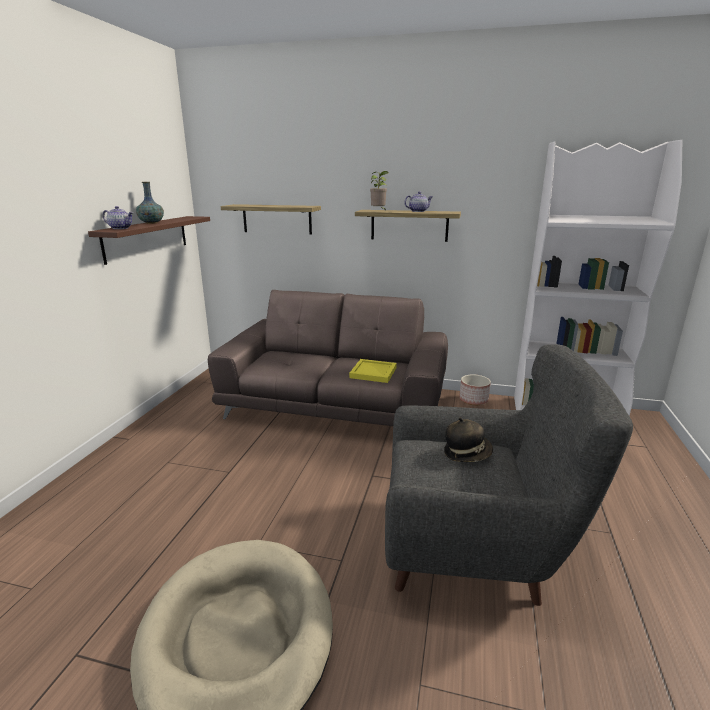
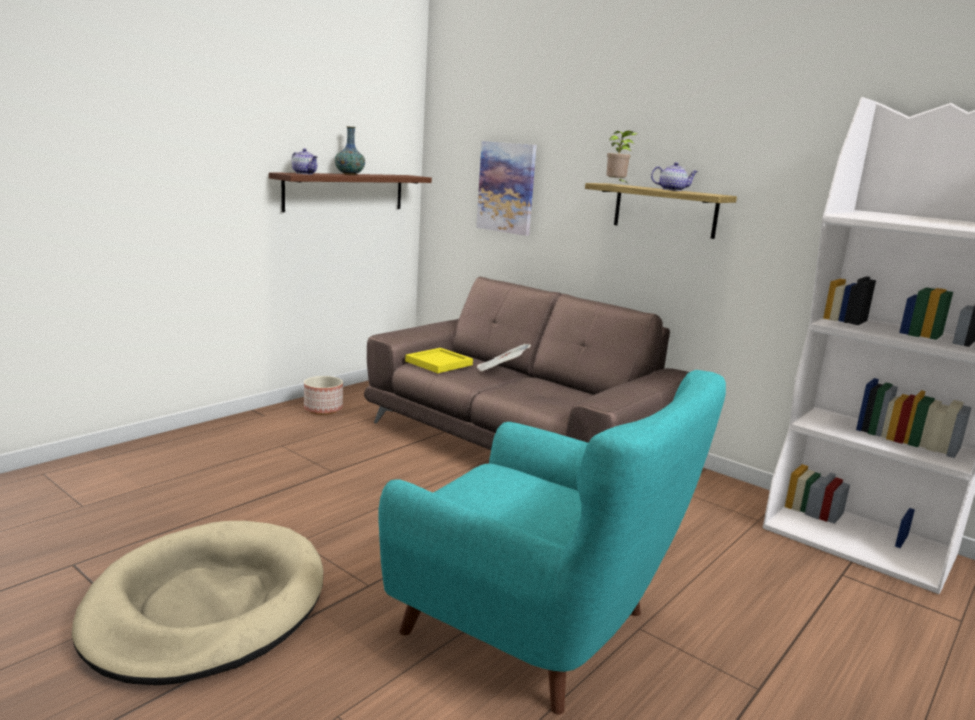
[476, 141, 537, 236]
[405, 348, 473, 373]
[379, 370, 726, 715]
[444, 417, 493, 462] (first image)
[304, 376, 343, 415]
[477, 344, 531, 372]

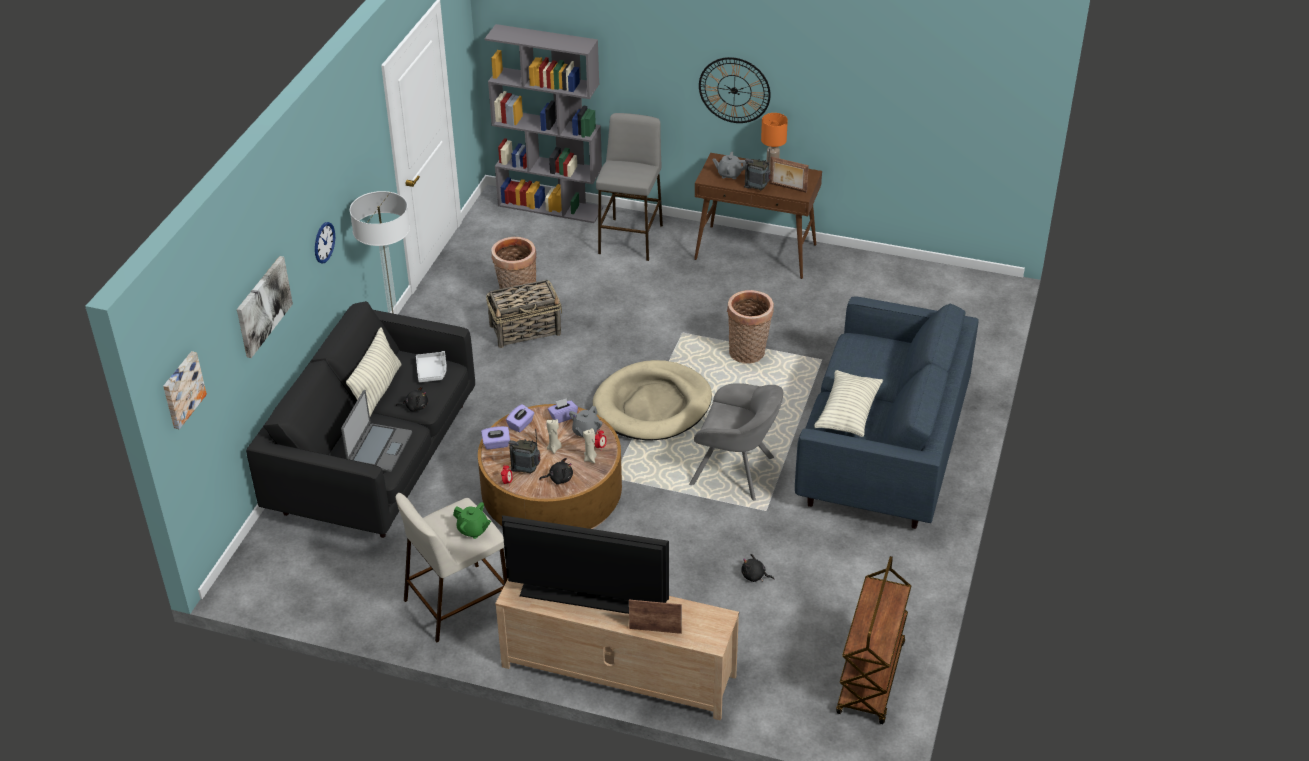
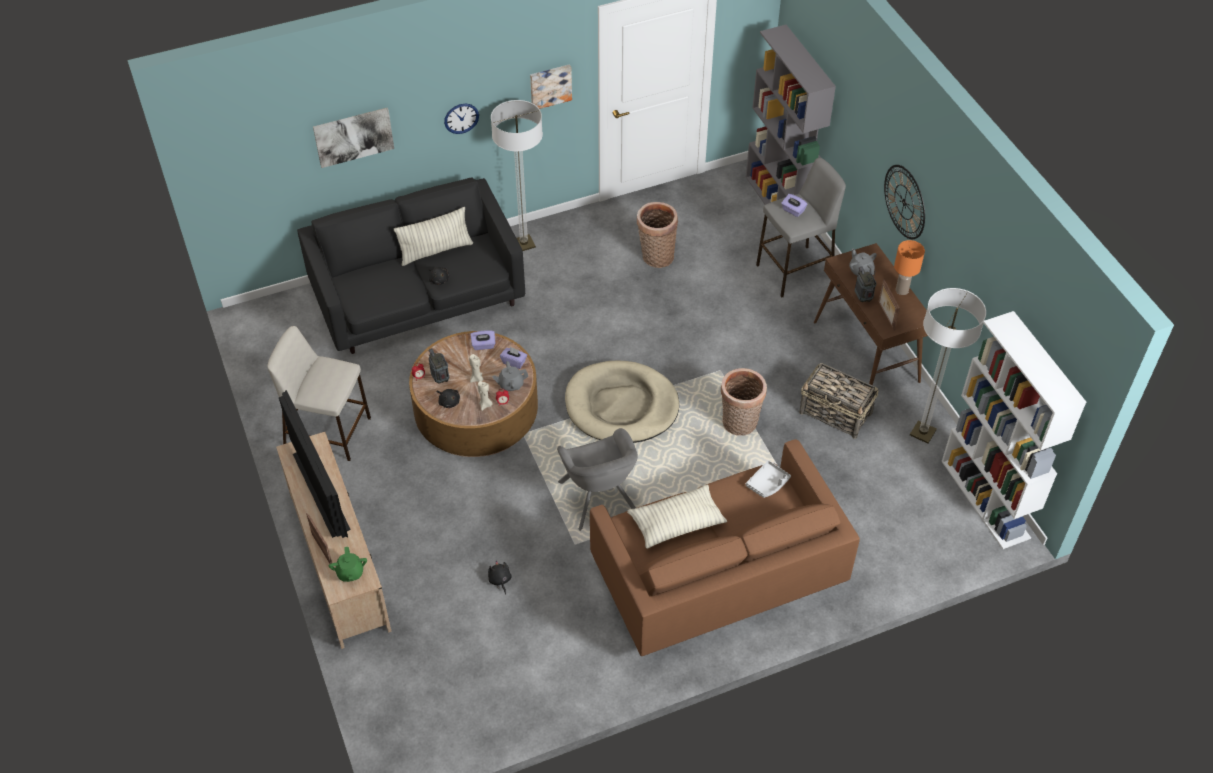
[530, 64, 572, 109]
[341, 390, 412, 472] (first image)
[745, 460, 791, 498]
[329, 547, 367, 582]
[781, 194, 807, 217]
[799, 363, 879, 439]
[590, 439, 860, 656]
[836, 556, 911, 724] (first image)
[910, 288, 986, 443]
[942, 311, 1086, 549]

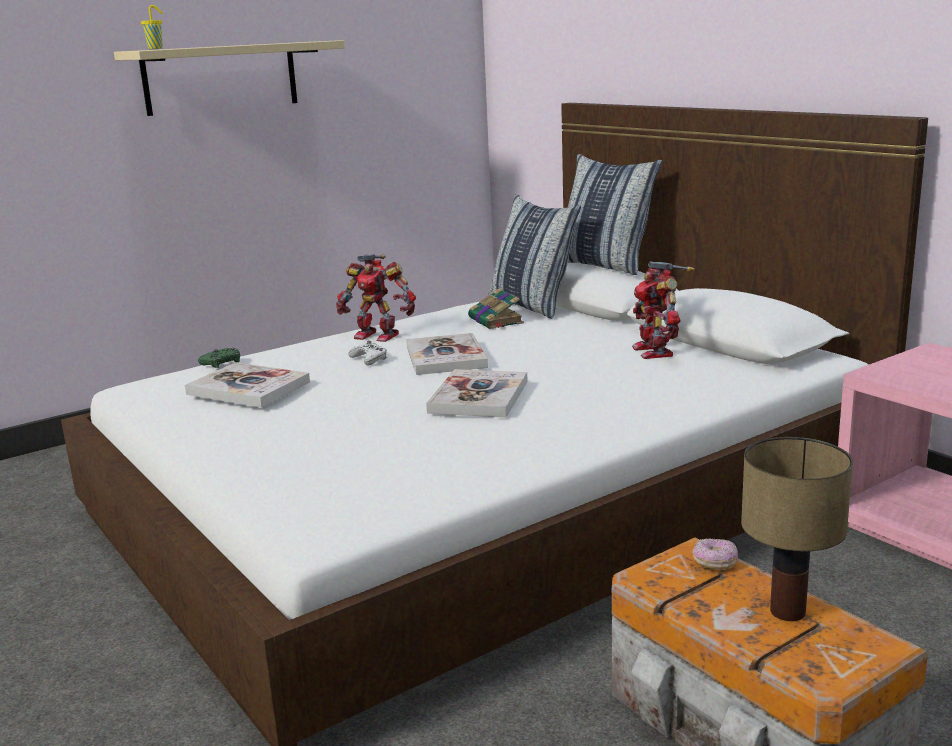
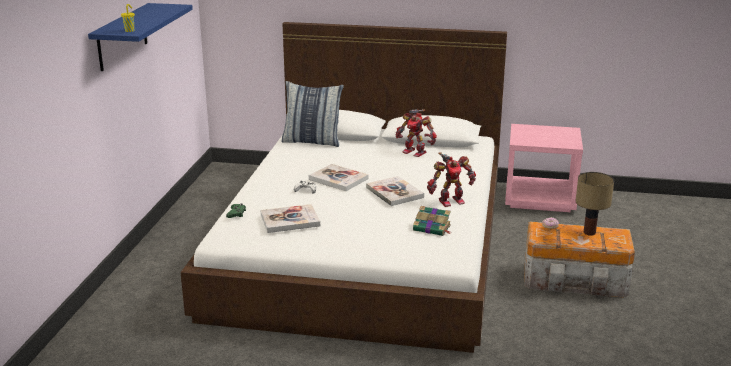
[88, 3, 193, 71]
[427, 153, 476, 207]
[413, 206, 451, 236]
[568, 154, 663, 275] (first image)

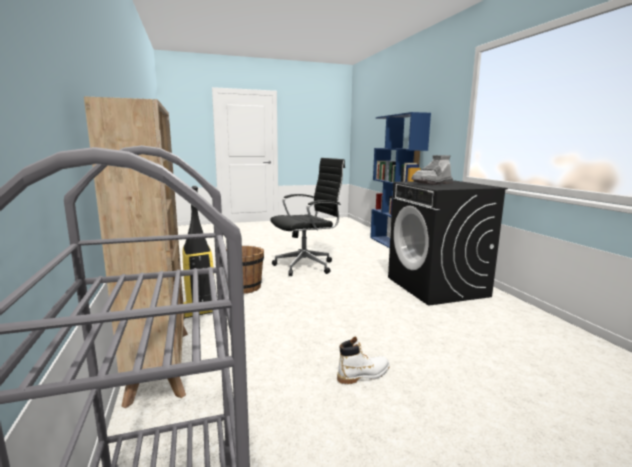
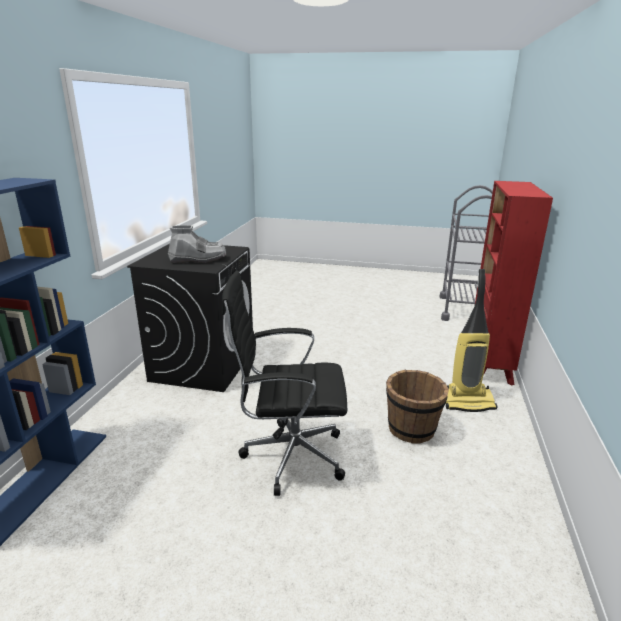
[475, 181, 553, 385]
[337, 337, 389, 384] (first image)

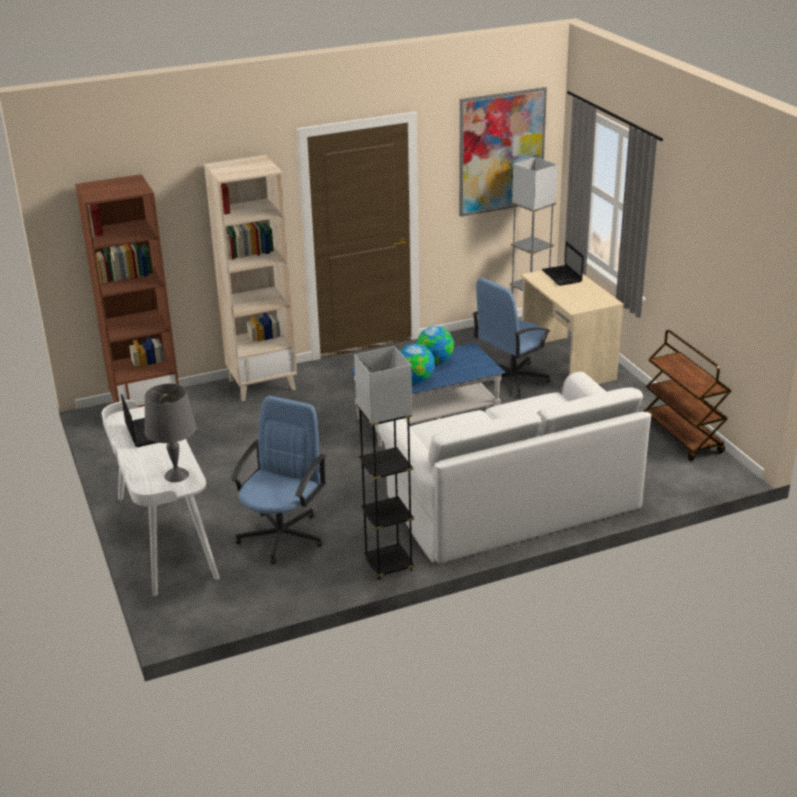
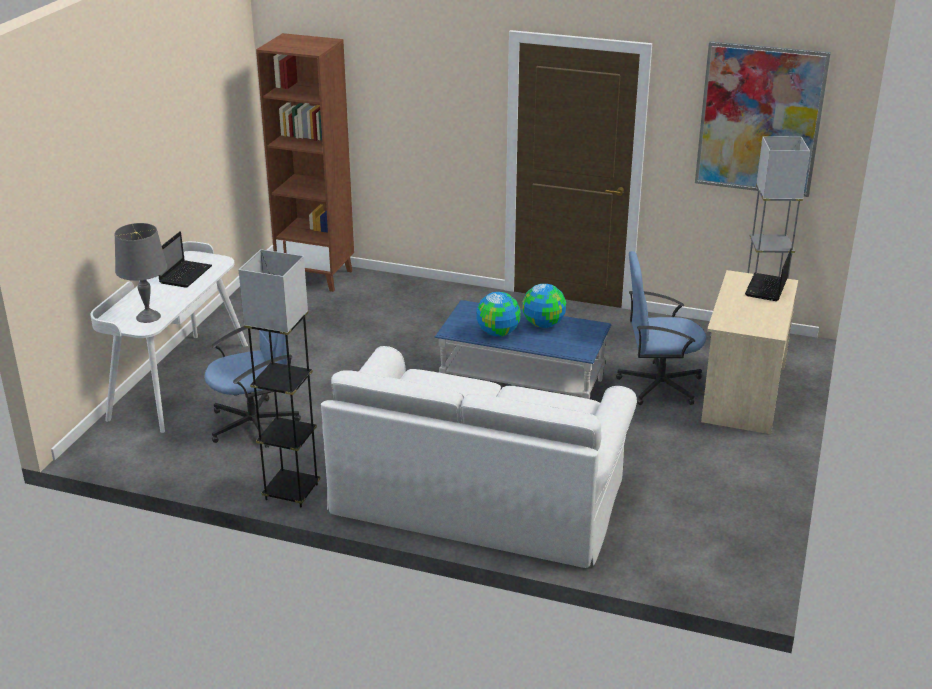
[204, 155, 297, 401] (first image)
[643, 330, 731, 461] (first image)

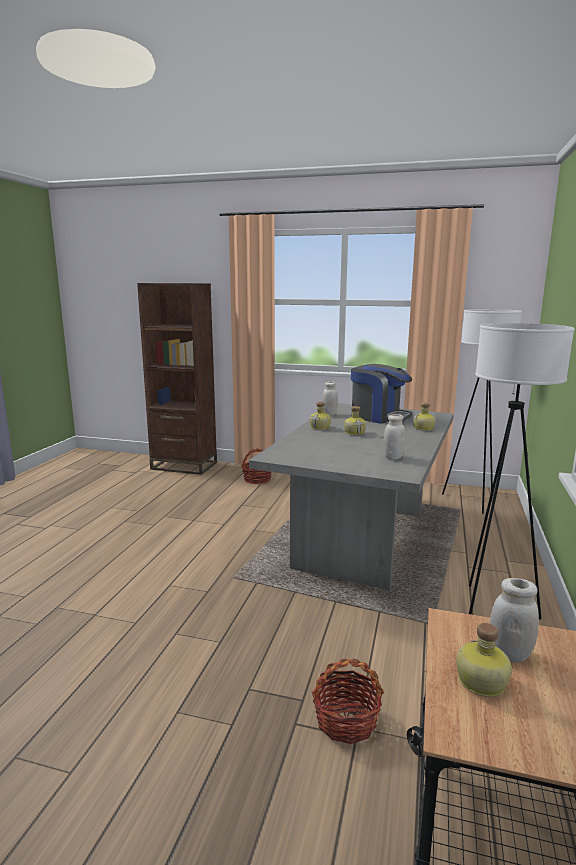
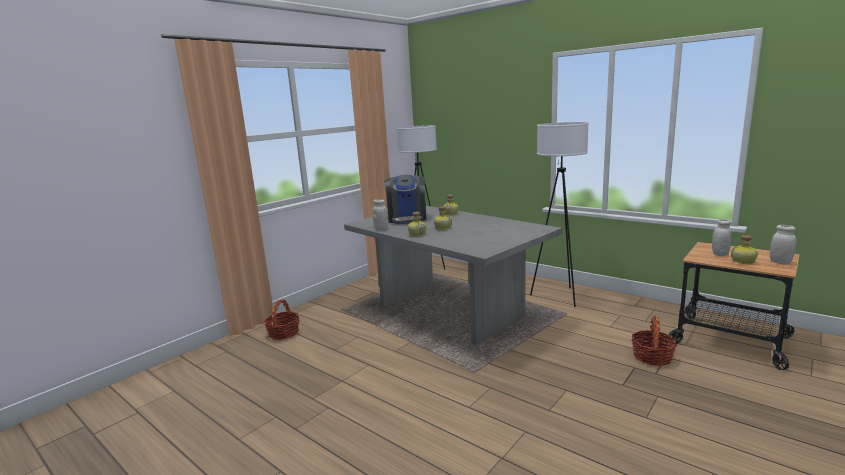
[137, 283, 217, 475] (first image)
[384, 175, 426, 224]
[770, 225, 797, 264]

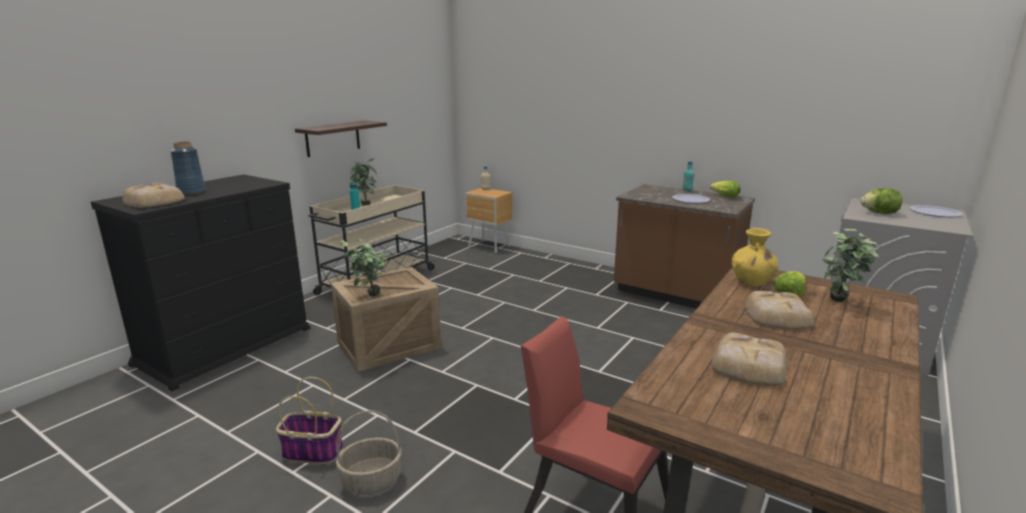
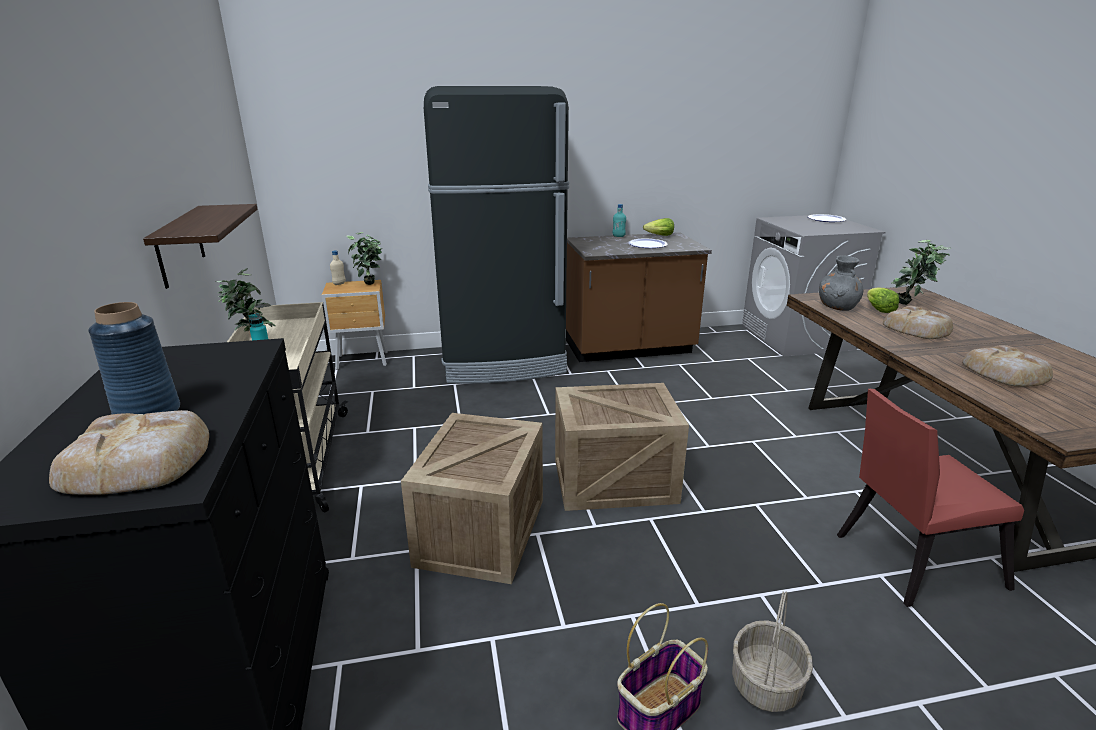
[346, 232, 383, 285]
[819, 255, 863, 311]
[860, 188, 902, 214] (first image)
[424, 86, 569, 384]
[555, 383, 689, 511]

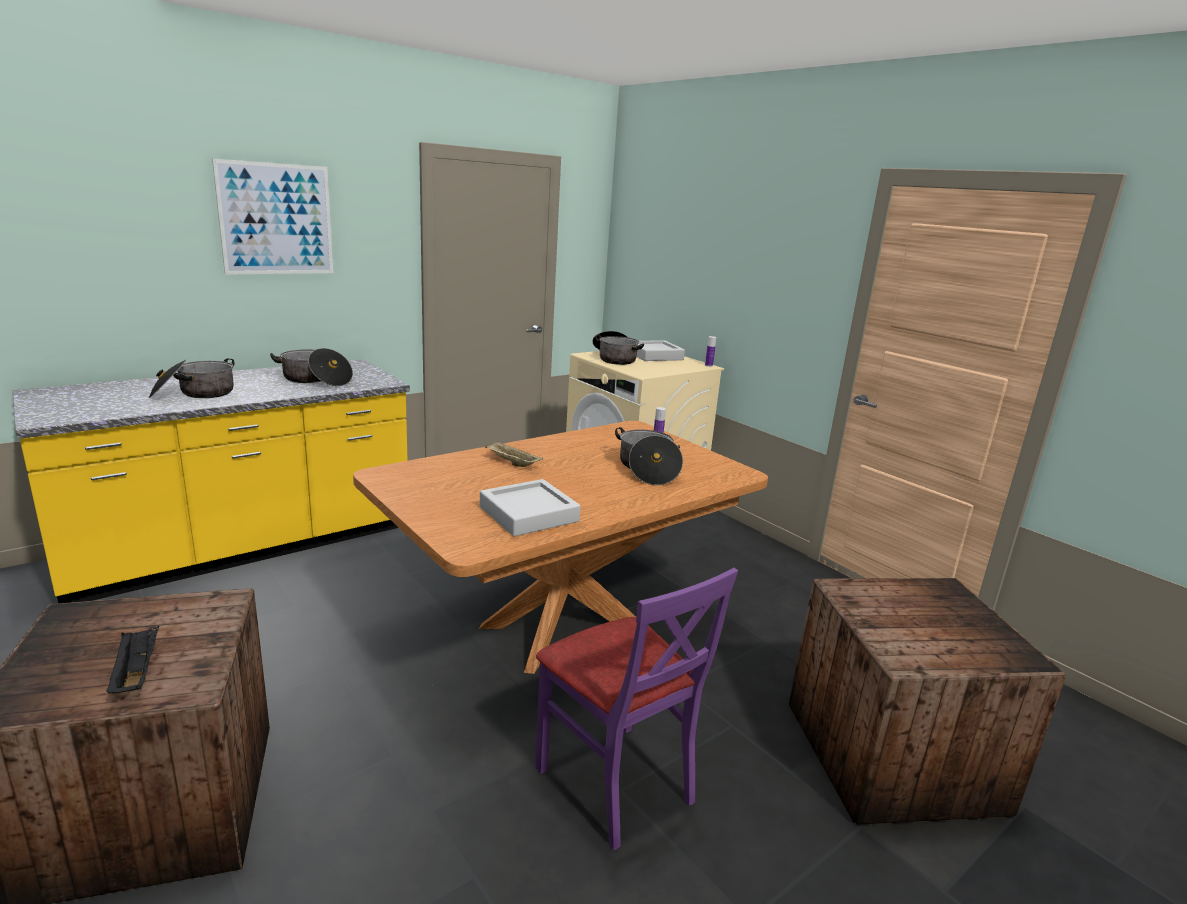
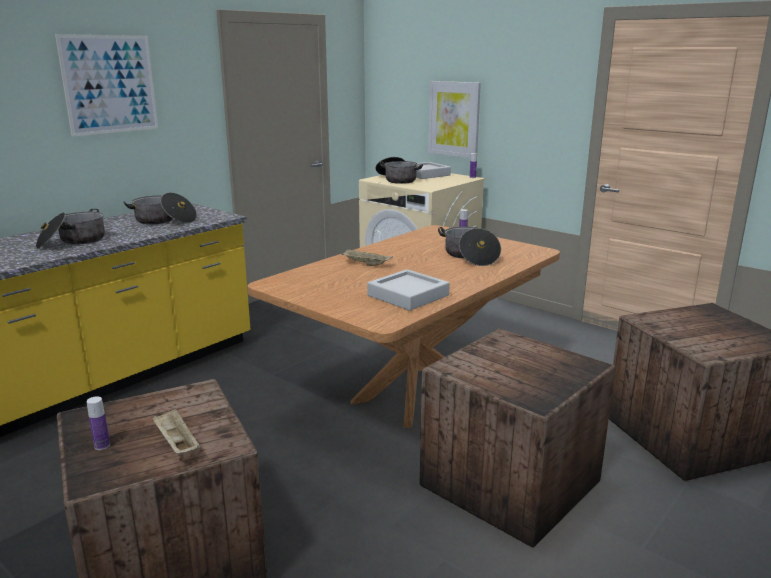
[152, 408, 200, 454]
[420, 328, 616, 547]
[87, 396, 110, 450]
[428, 81, 481, 158]

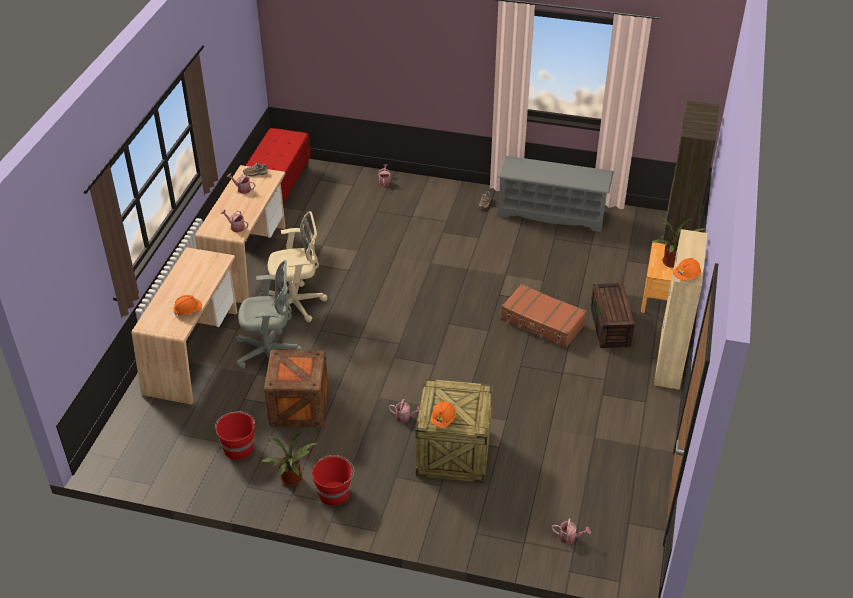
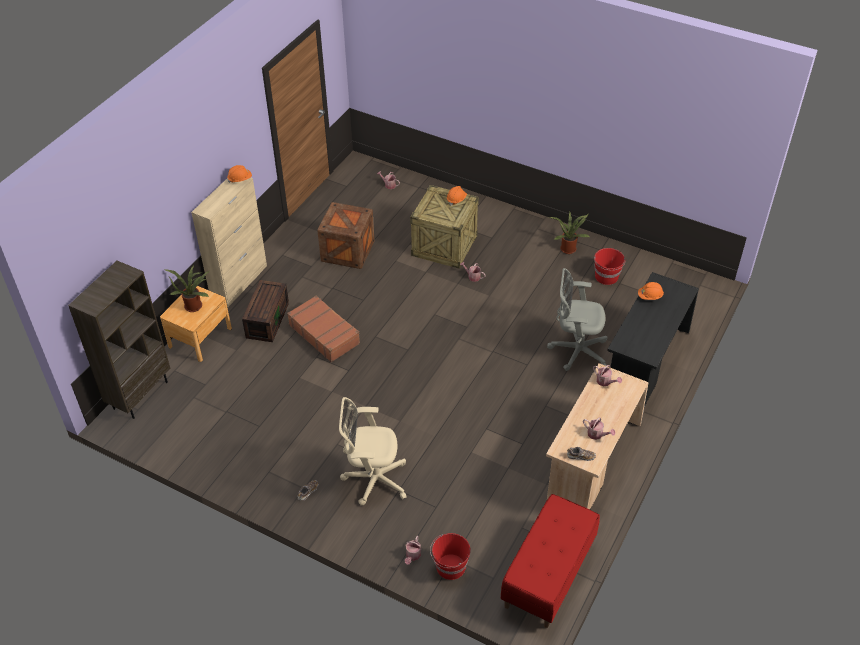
[607, 272, 699, 407]
[317, 202, 375, 269]
[339, 397, 407, 506]
[430, 533, 471, 580]
[498, 156, 614, 232] (first image)

